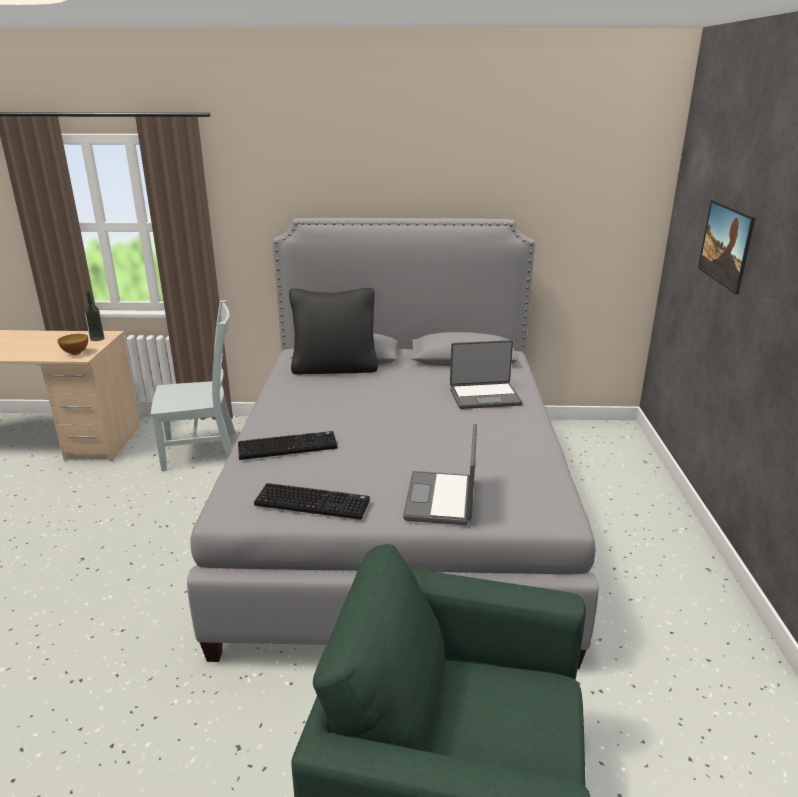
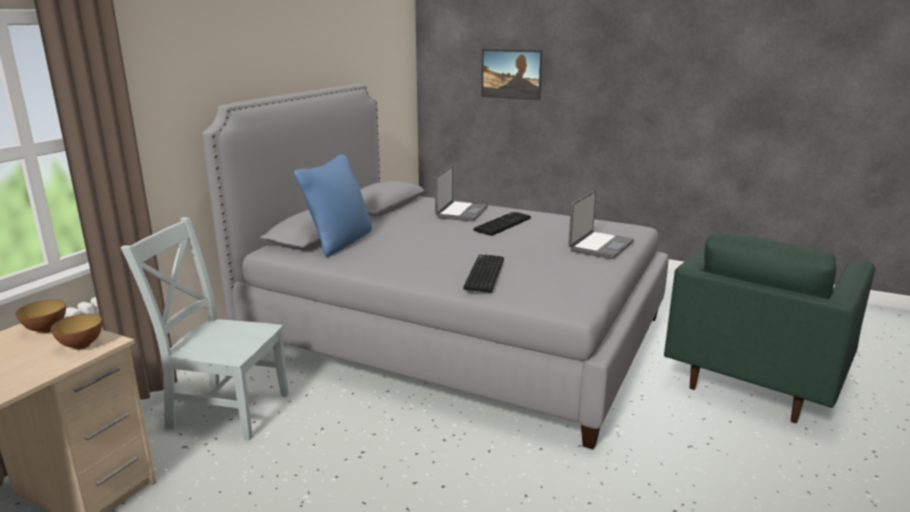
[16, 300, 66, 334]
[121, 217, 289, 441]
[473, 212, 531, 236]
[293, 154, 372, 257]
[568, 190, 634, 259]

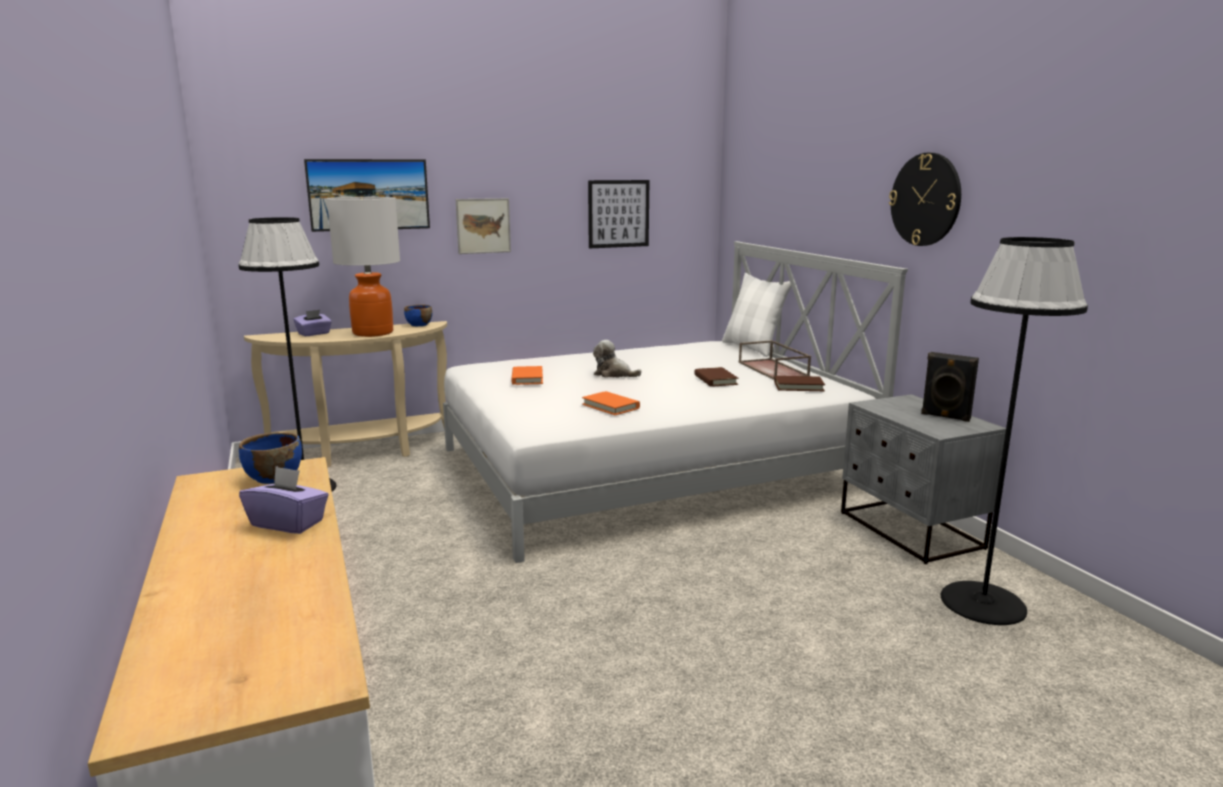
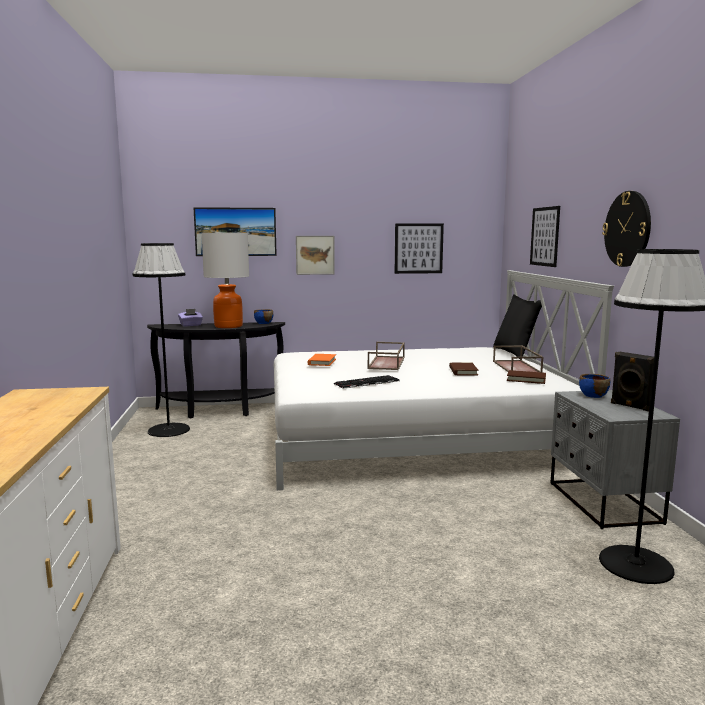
[579, 374, 610, 398]
[239, 466, 329, 534] (first image)
[147, 322, 285, 419]
[334, 375, 399, 389]
[367, 342, 405, 370]
[493, 294, 542, 357]
[530, 206, 560, 267]

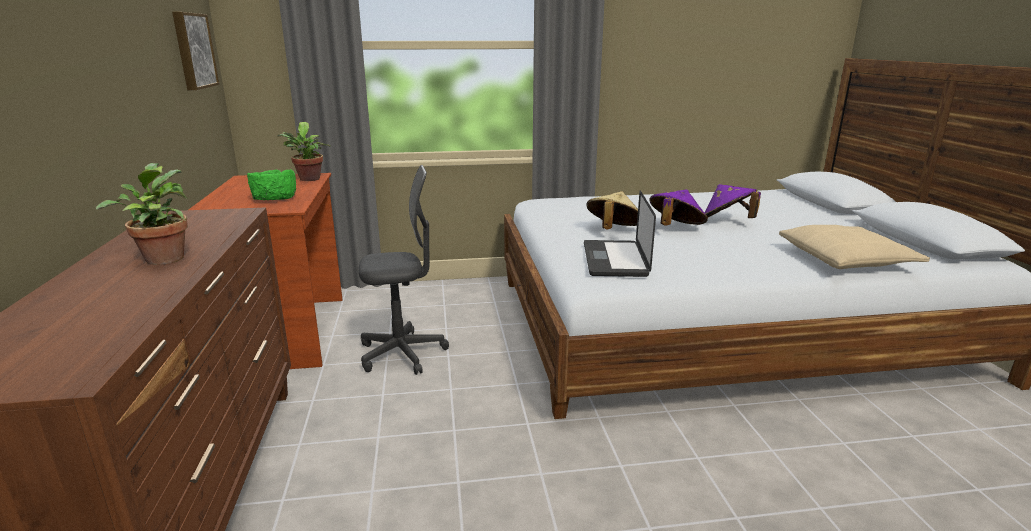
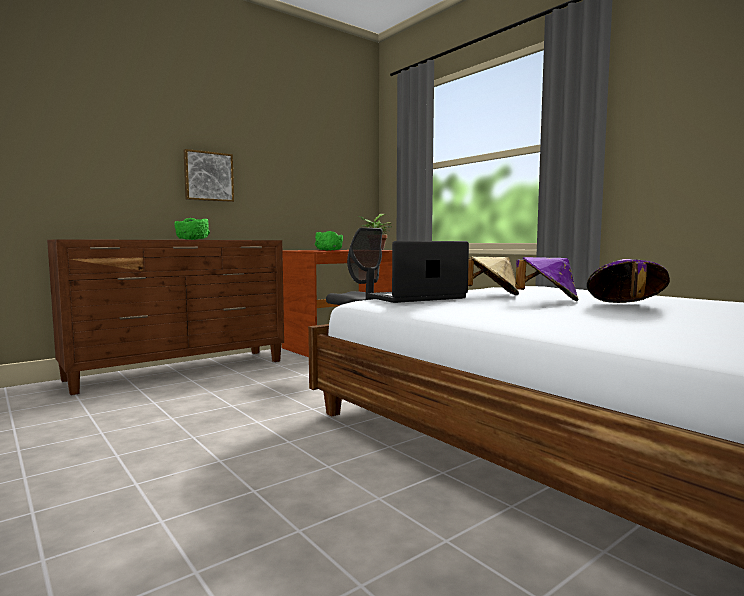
[175, 218, 210, 240]
[184, 149, 234, 202]
[779, 225, 930, 269] (first image)

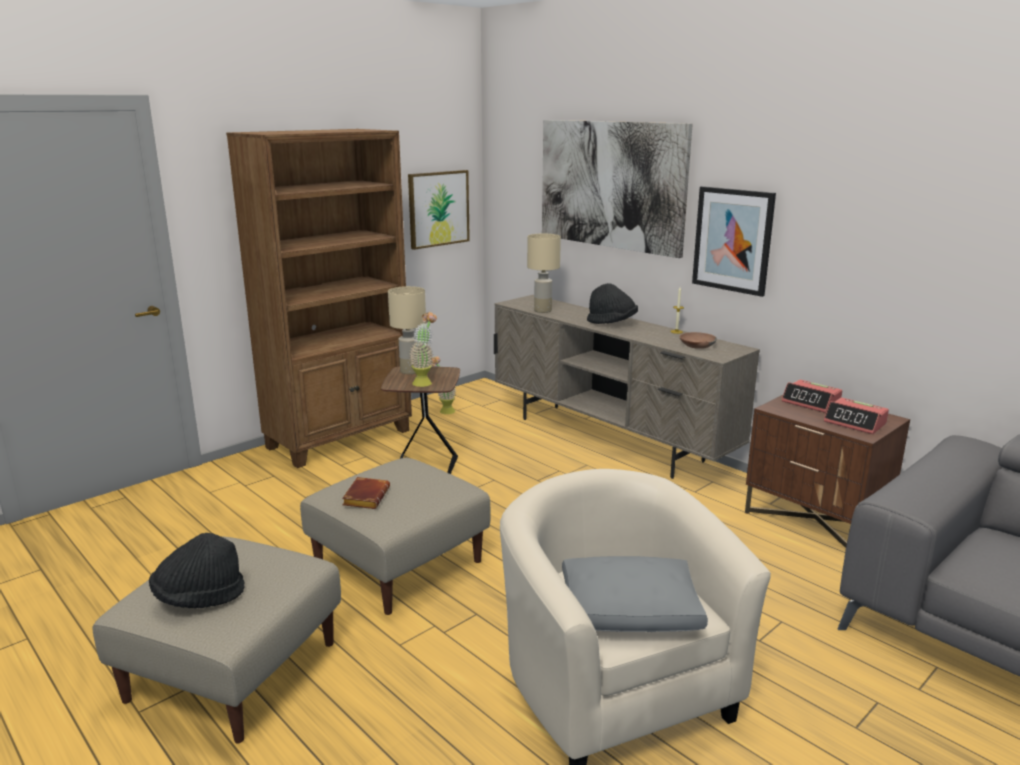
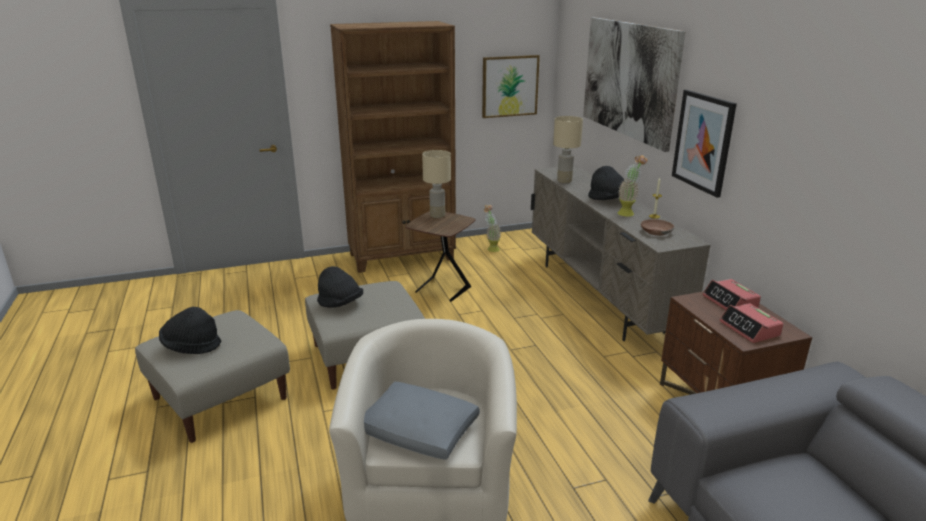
[317, 266, 363, 308]
[618, 155, 647, 216]

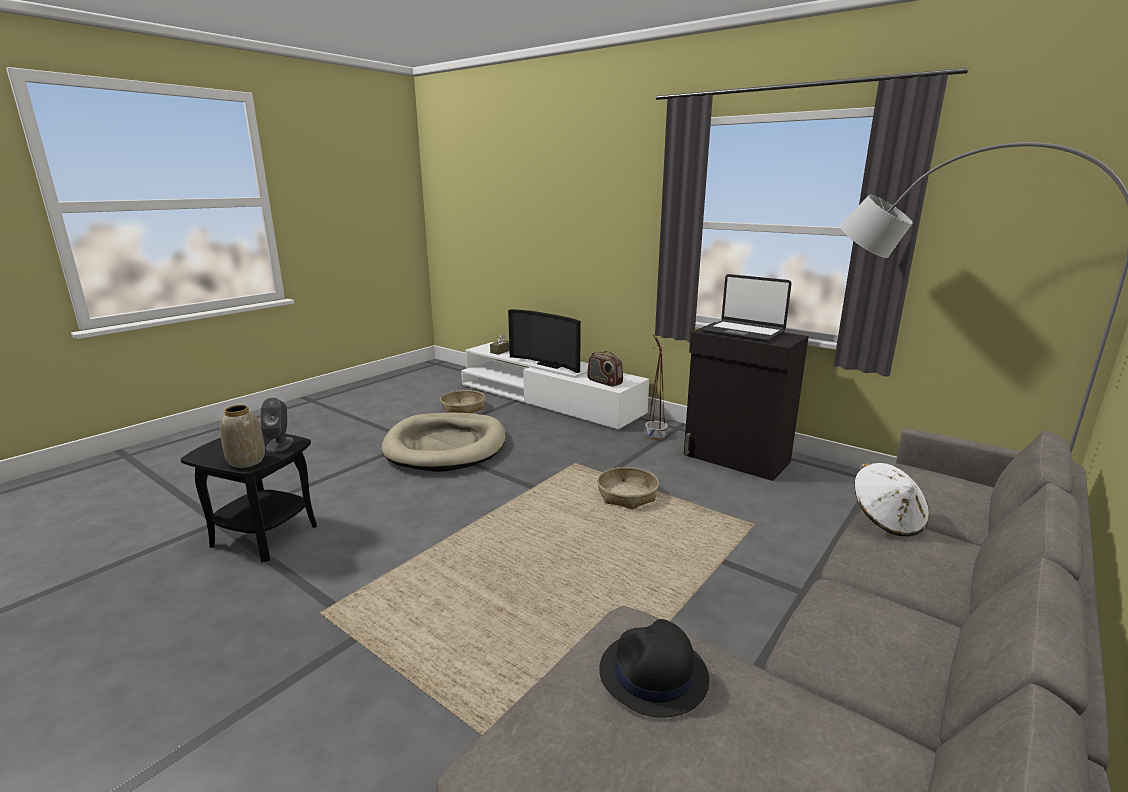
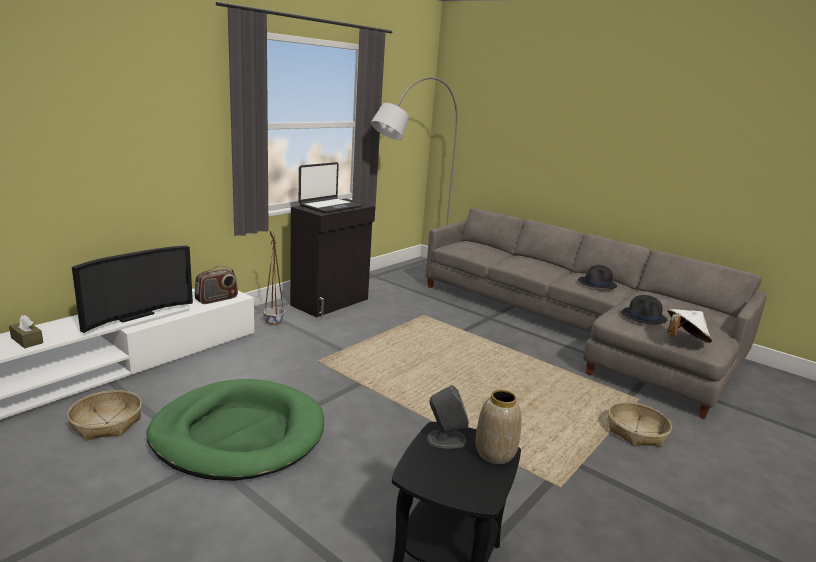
[146, 379, 324, 481]
[608, 402, 672, 447]
[667, 309, 712, 343]
[578, 265, 617, 289]

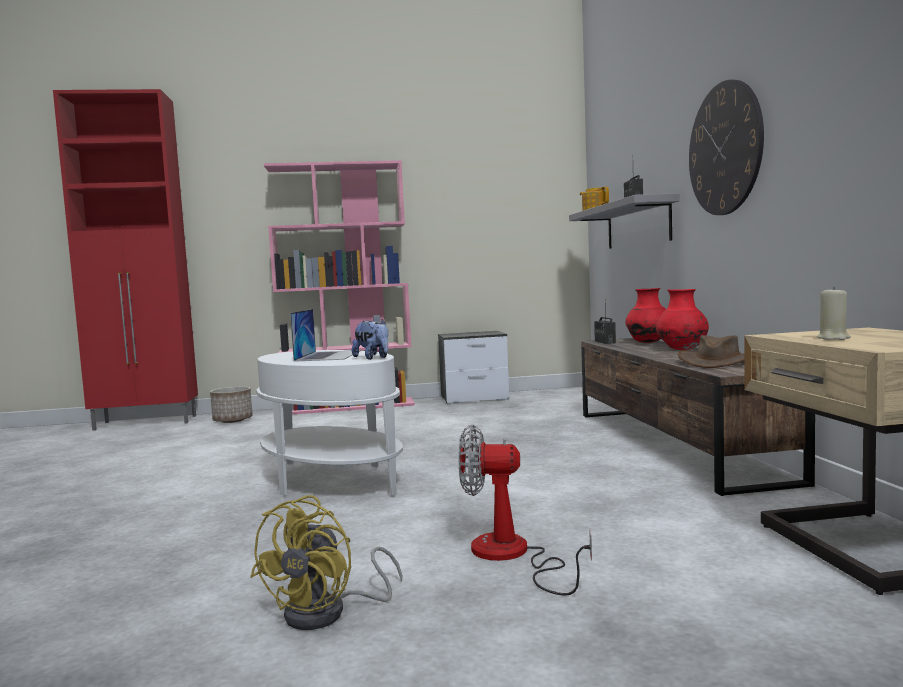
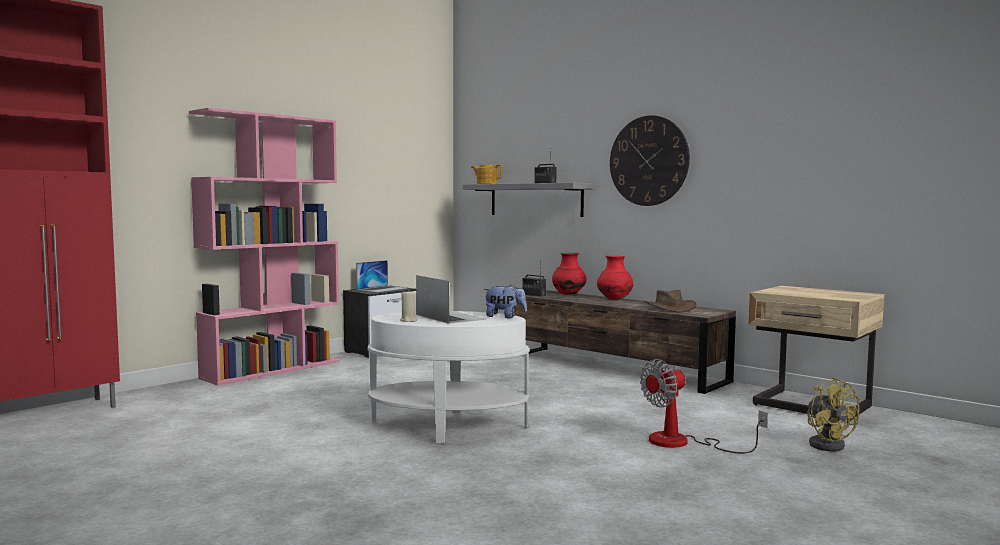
[210, 386, 253, 423] (first image)
[807, 377, 860, 451]
[400, 292, 418, 322]
[356, 260, 406, 292]

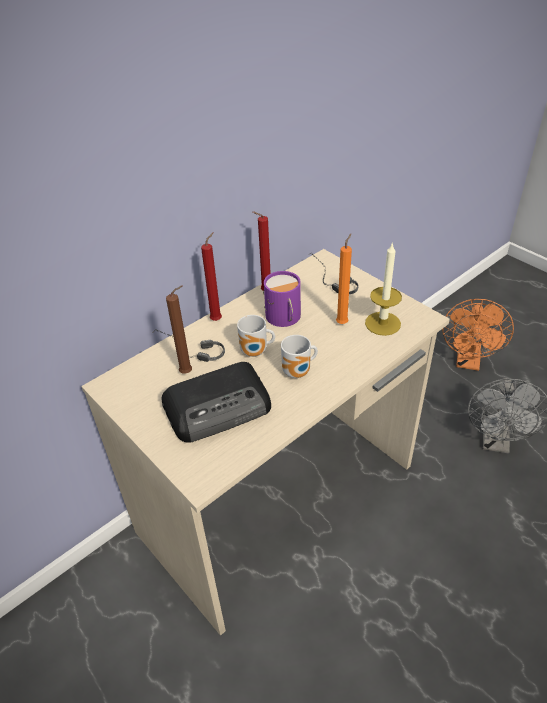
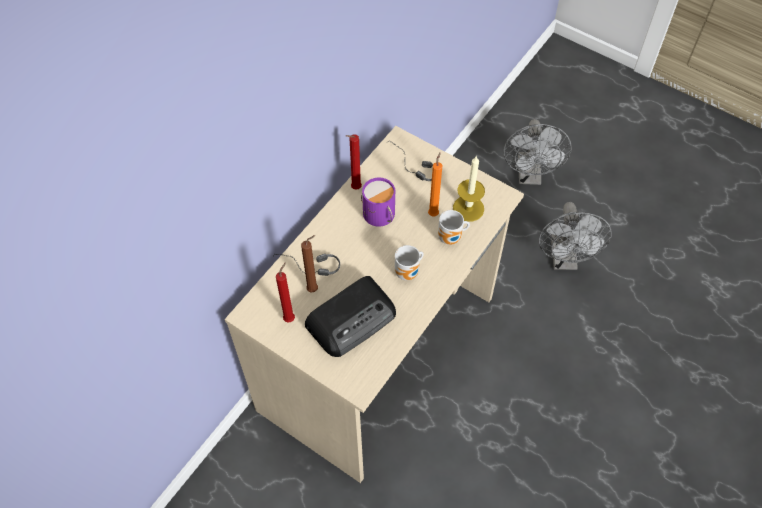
[276, 262, 295, 323]
[438, 210, 470, 245]
[504, 119, 572, 185]

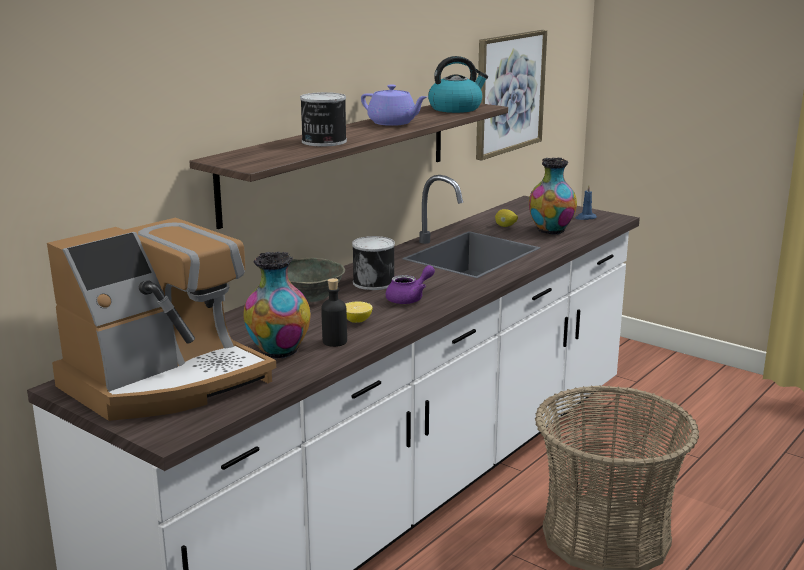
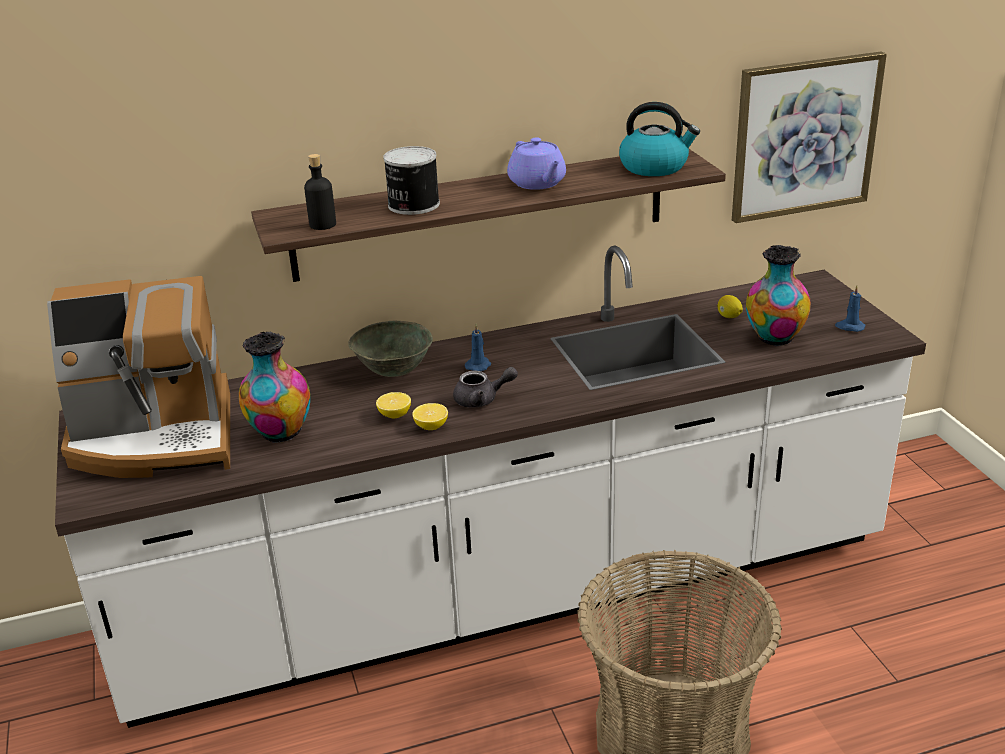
[304, 154, 336, 230]
[465, 324, 491, 371]
[453, 367, 518, 408]
[412, 403, 448, 430]

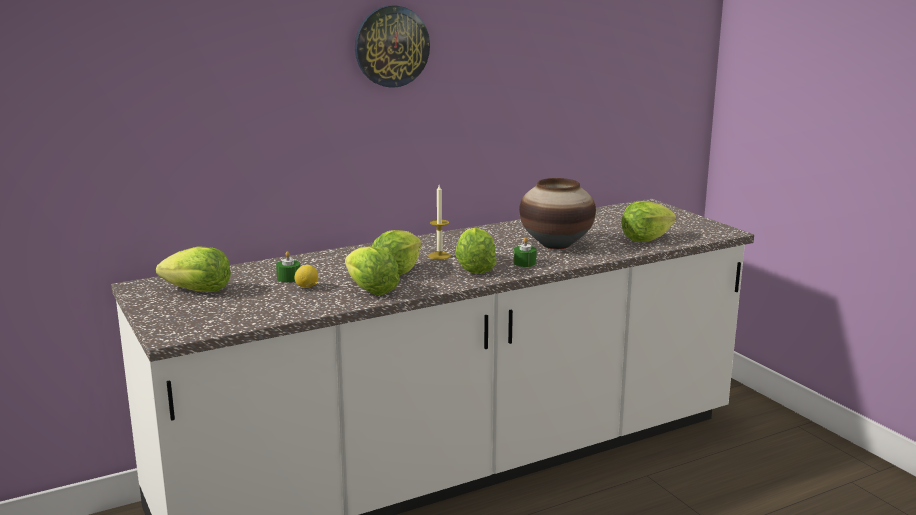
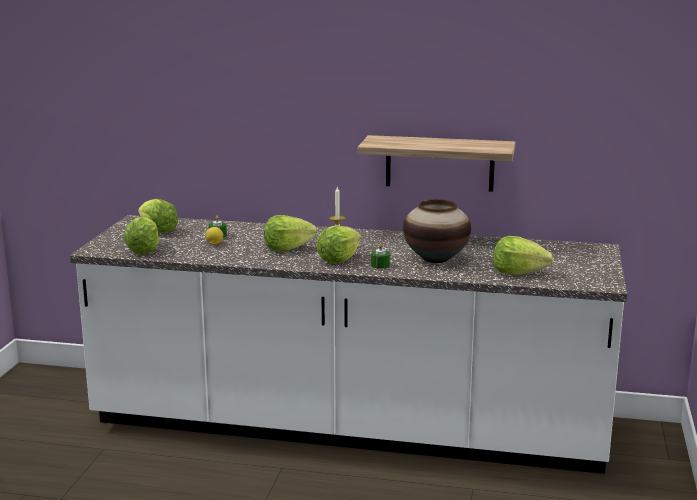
[124, 217, 159, 254]
[355, 5, 430, 88] (first image)
[357, 135, 515, 192]

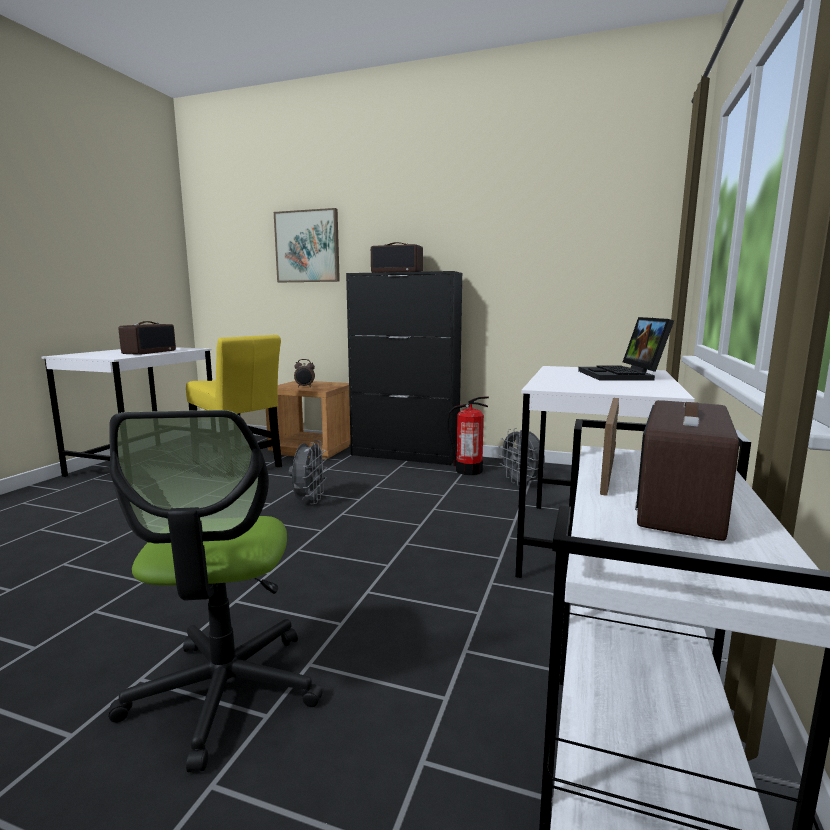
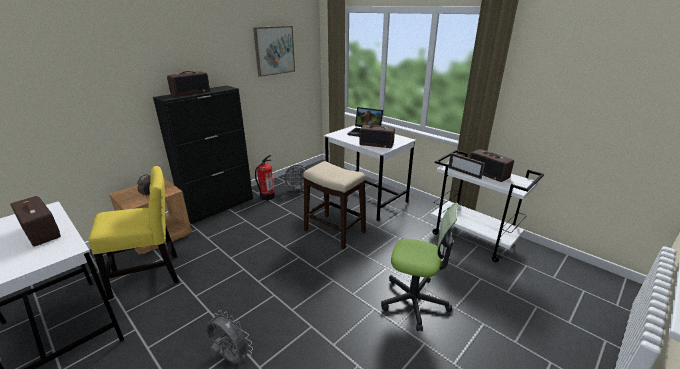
[253, 26, 295, 77]
[205, 310, 253, 364]
[303, 161, 366, 249]
[359, 125, 395, 148]

